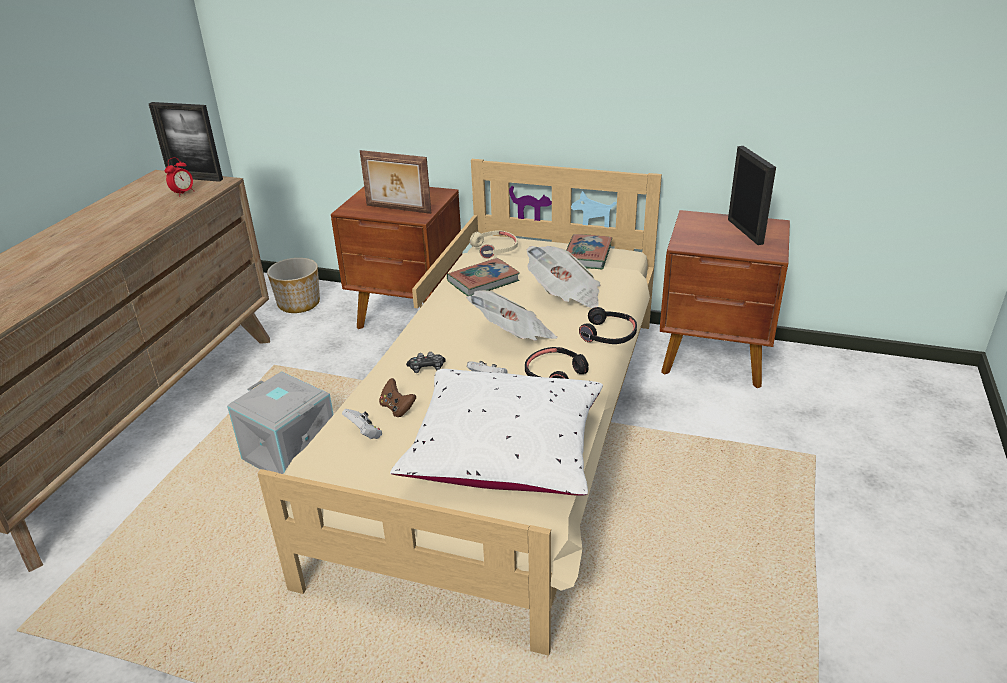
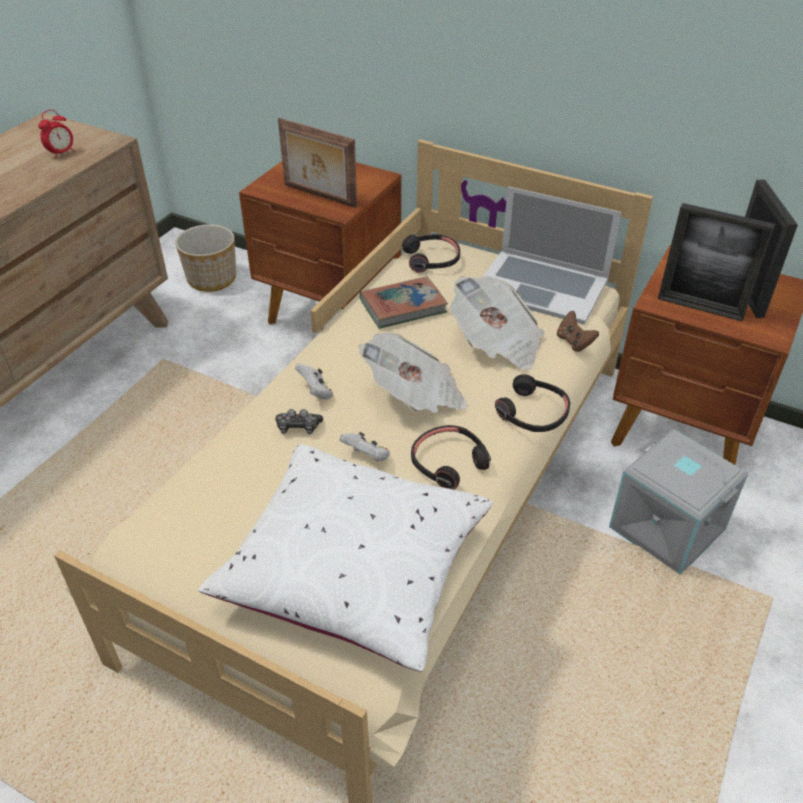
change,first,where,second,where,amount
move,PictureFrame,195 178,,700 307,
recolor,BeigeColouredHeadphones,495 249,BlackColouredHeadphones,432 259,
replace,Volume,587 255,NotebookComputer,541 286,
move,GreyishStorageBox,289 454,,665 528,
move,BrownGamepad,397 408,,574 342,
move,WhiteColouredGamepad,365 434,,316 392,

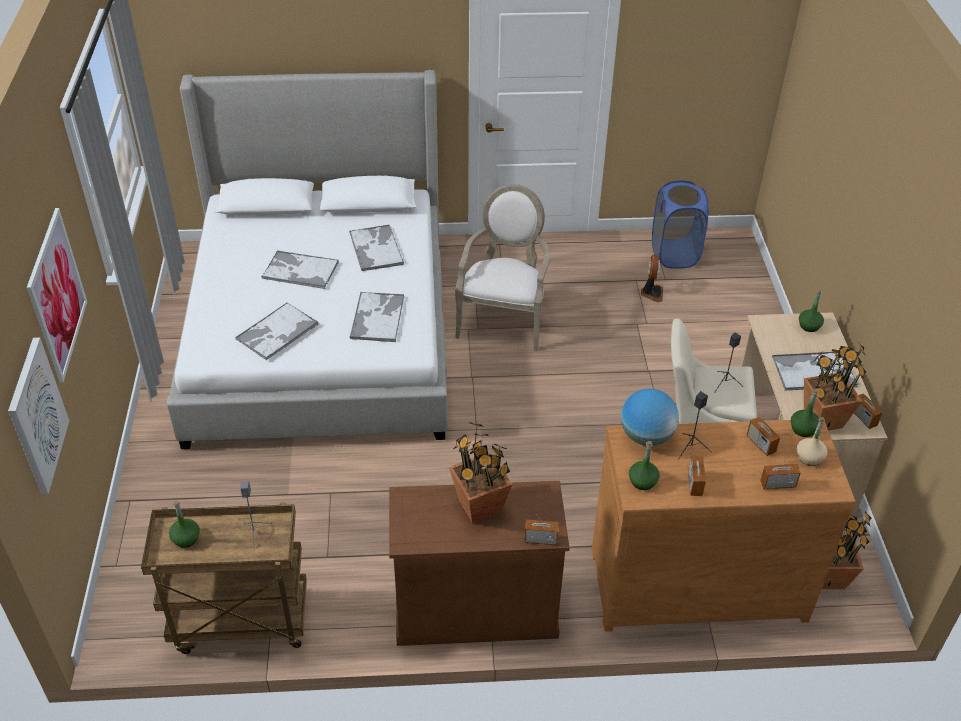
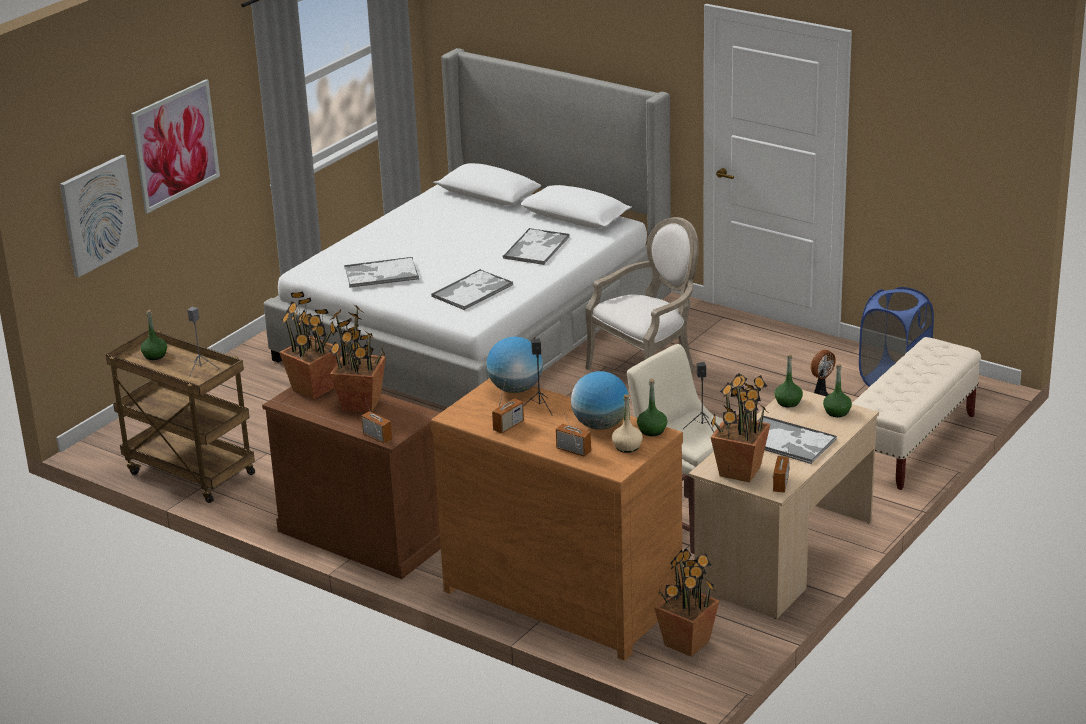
change,first,where,second,where,amount
delete,CarryingTray,300 270,,,
replace,Radio,760 444,DeskGlobe,600 425,
move,GreenDrinkBottle,642 481,,788 402,
insert,,,Houseplant,314 389,
insert,,,BeigeColouredIndoorBench,910 444,

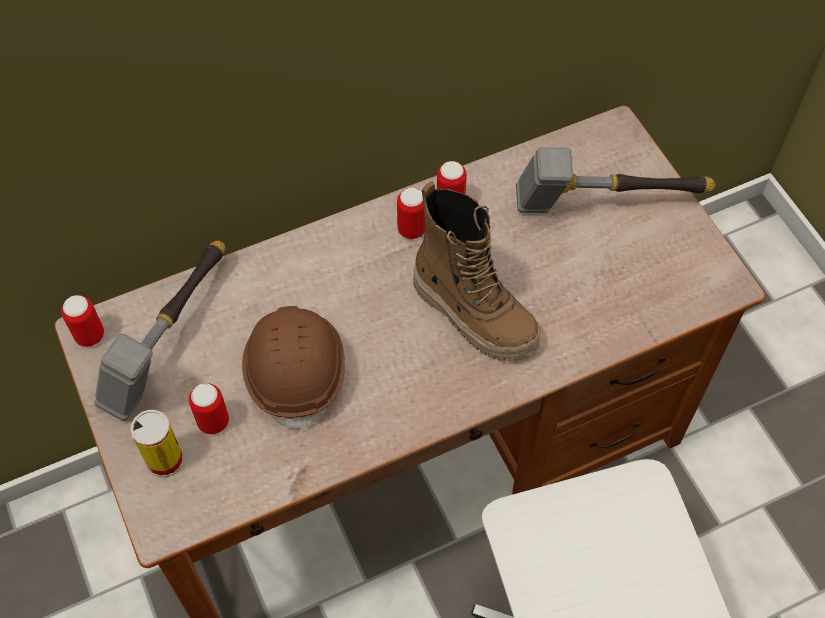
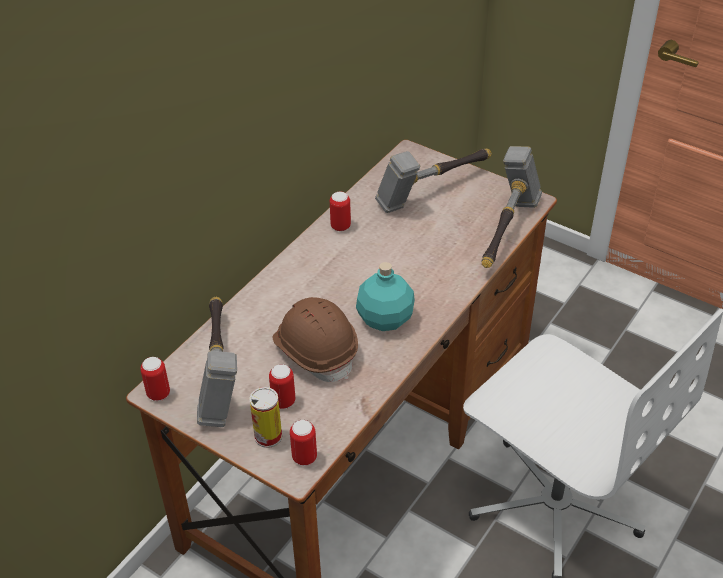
change,first,where,second,where,amount
delete,Boot,474 313,,,
move,MetalCan,411 229,,304 457,
insert,,,ToolHammer,506 232,
insert,,,TurquoiseDrinkBottle,385 318,

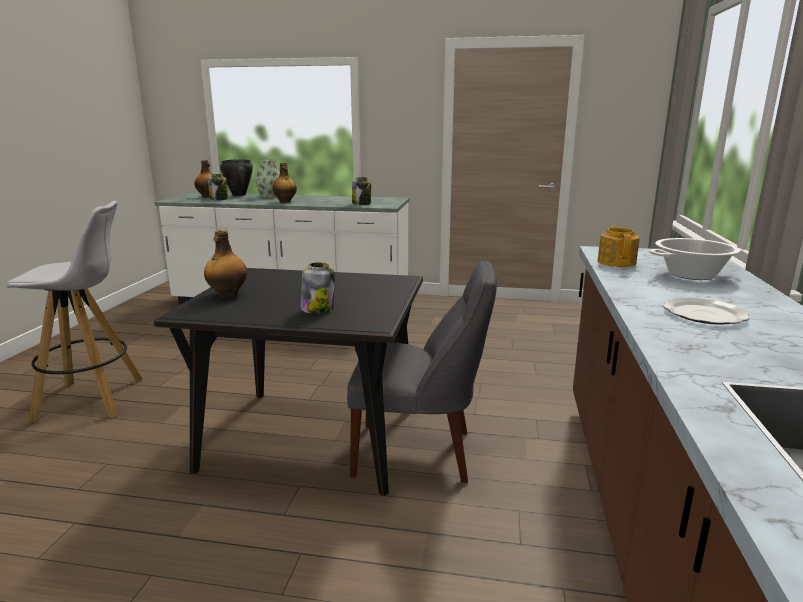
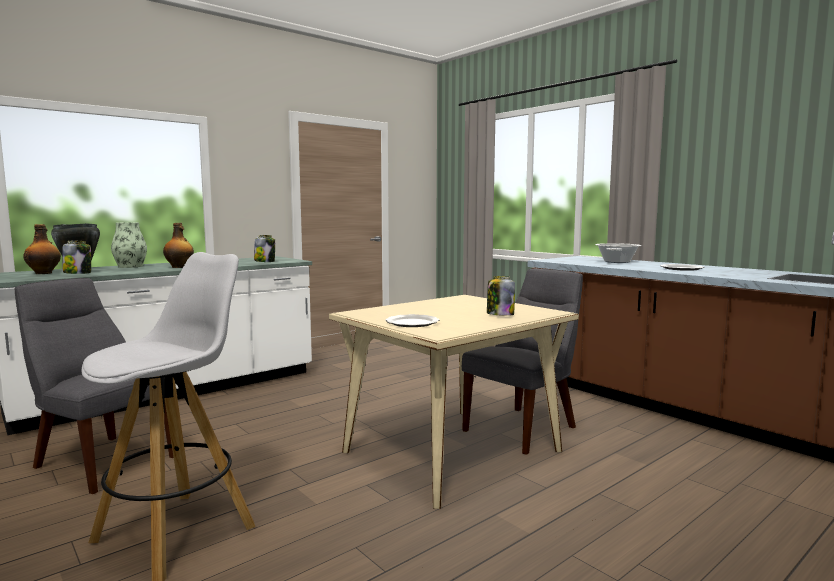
change,first,where,second,where,amount
delete,PotForTea,616 262,,,
replace,DrinkBottle,227 294,DinnerPlate,411 323,
recolor,BlackColouredKitchenTable,311 437,BeigeColouredKitchenTable,451 451,
insert,,,GreyishPlainChair,101 461,

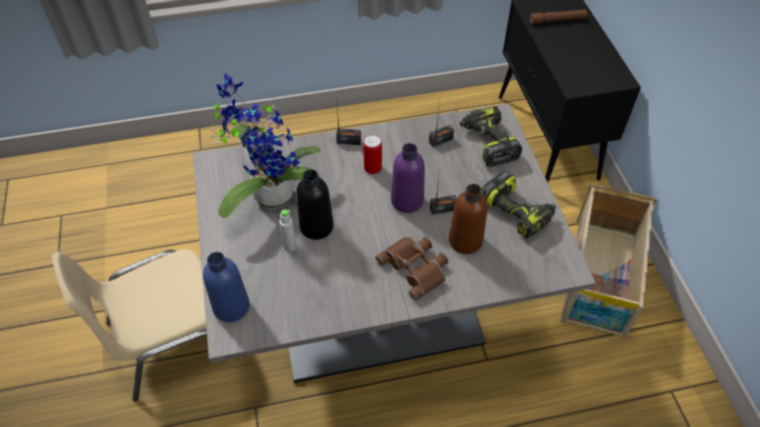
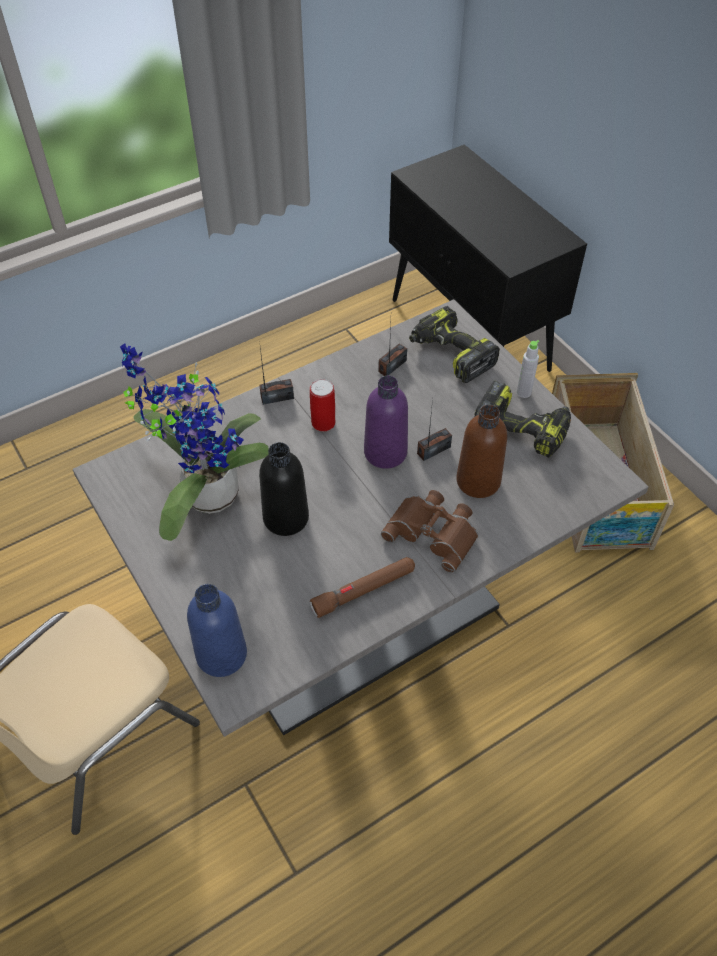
change,first,where,second,where,amount
move,BrownFlashlight,558 20,,364 590,
move,GreyishDrinkBottle,290 246,,523 392,

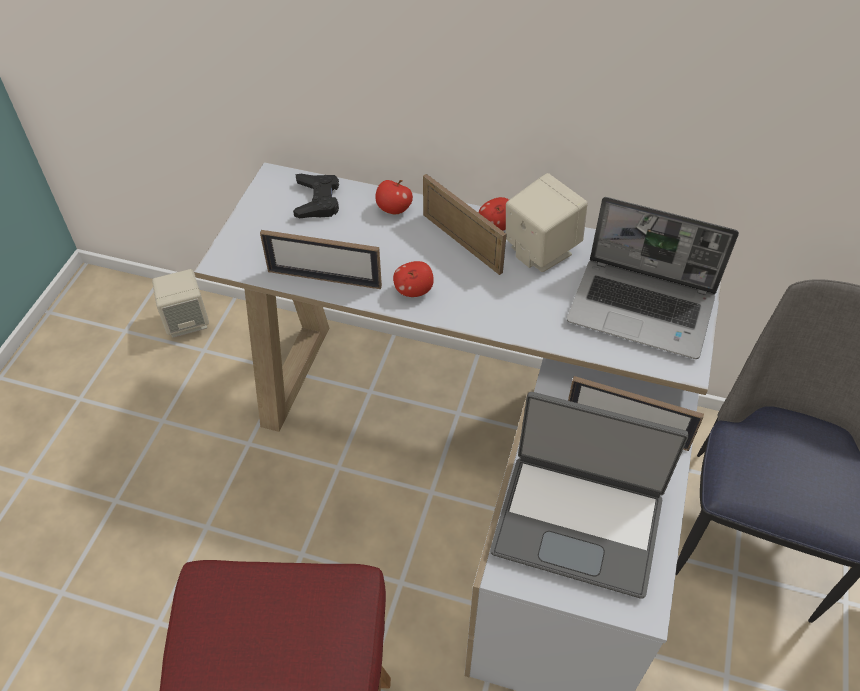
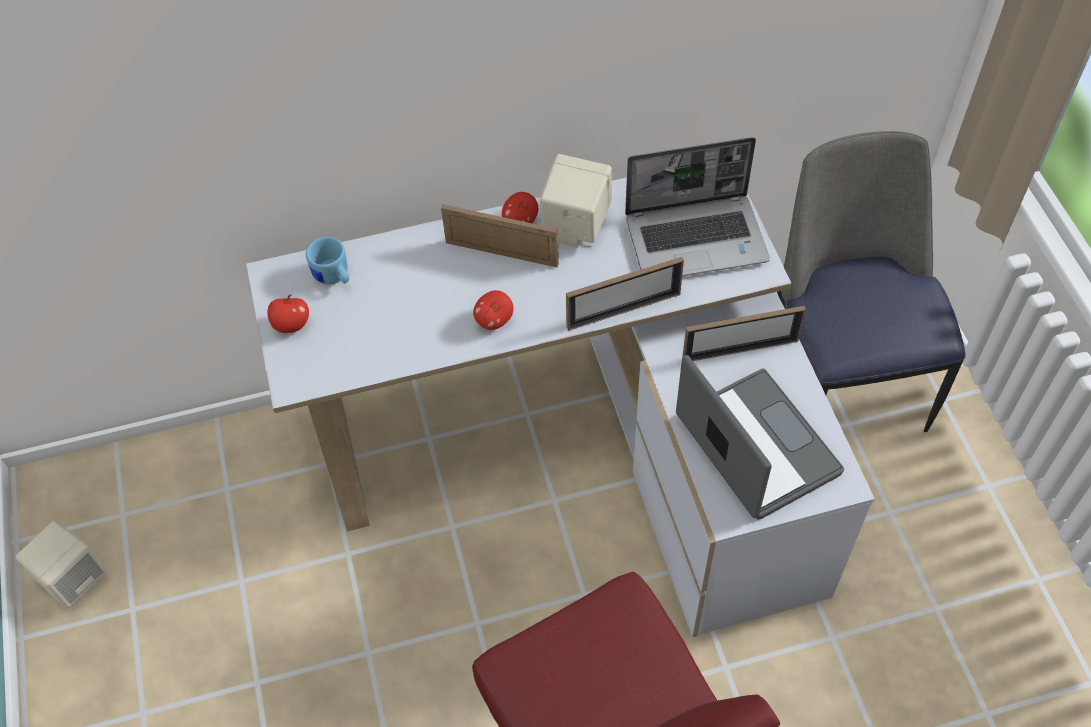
change,first,where,second,where,amount
replace,BlackColouredGamepad,317 200,BluishCoffeeMug,334 277,
move,WholeApple,394 209,,291 325,
move,PictureFrame,324 278,,623 310,
move,BeigeColouredAudioSpeaker,187 321,,74 579,
rotate,NotebookComputer,578 522,,754 446,105 degrees counterclockwise

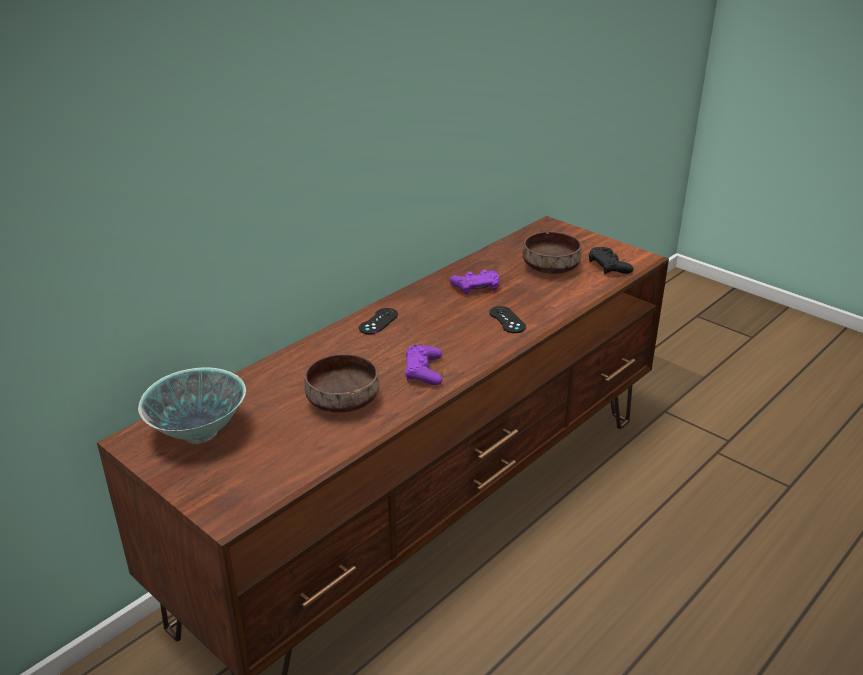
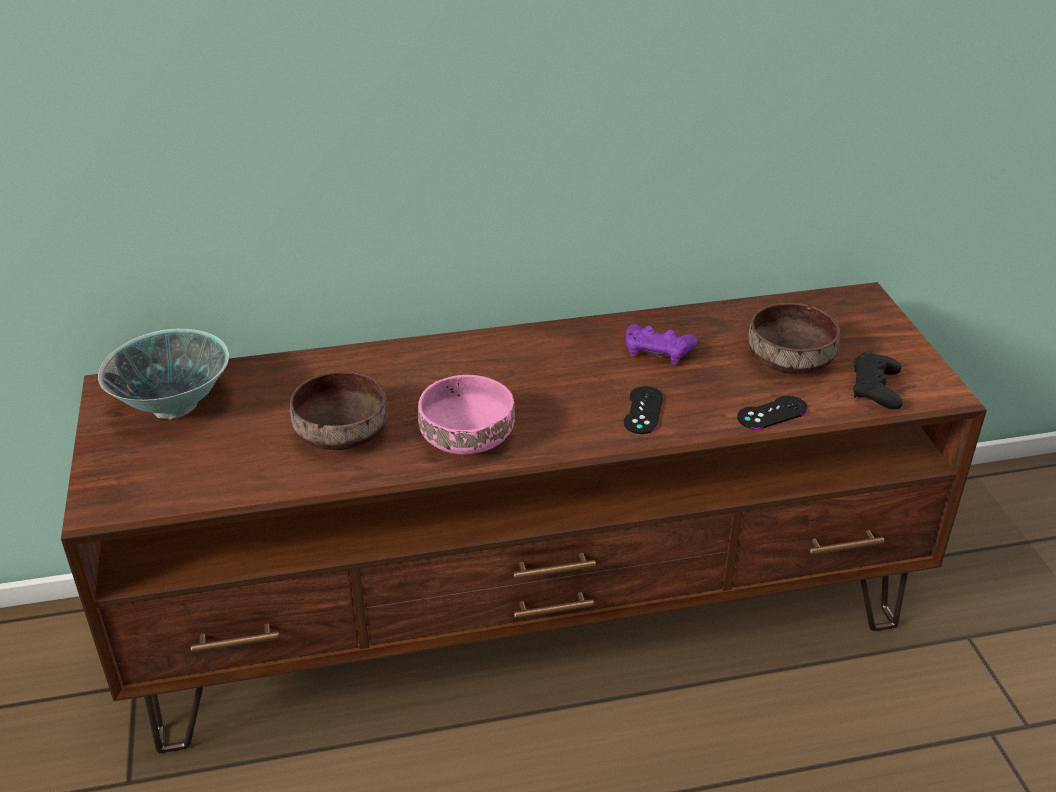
change,first,where,second,where,amount
move,BlackColouredGamepad,378 321,,772 413,
replace,PurplishGamepad,423 371,PinkColouredServingBowl,467 435,

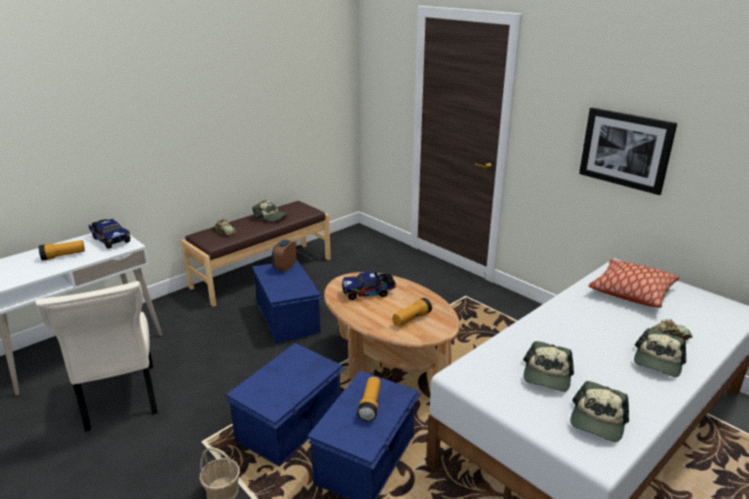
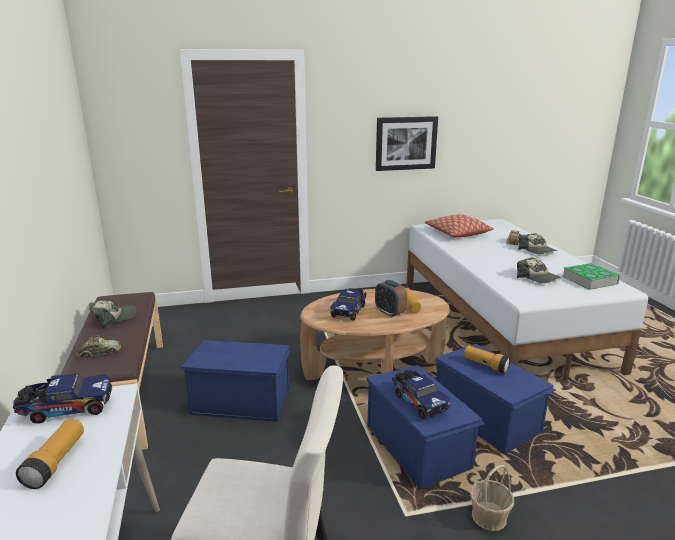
change,first,where,second,where,amount
move,AlarmClock,285 267,,390 312,
replace,PeakedCap,597 421,Volume,589 280,
insert,,,ModelTruck,418 401,

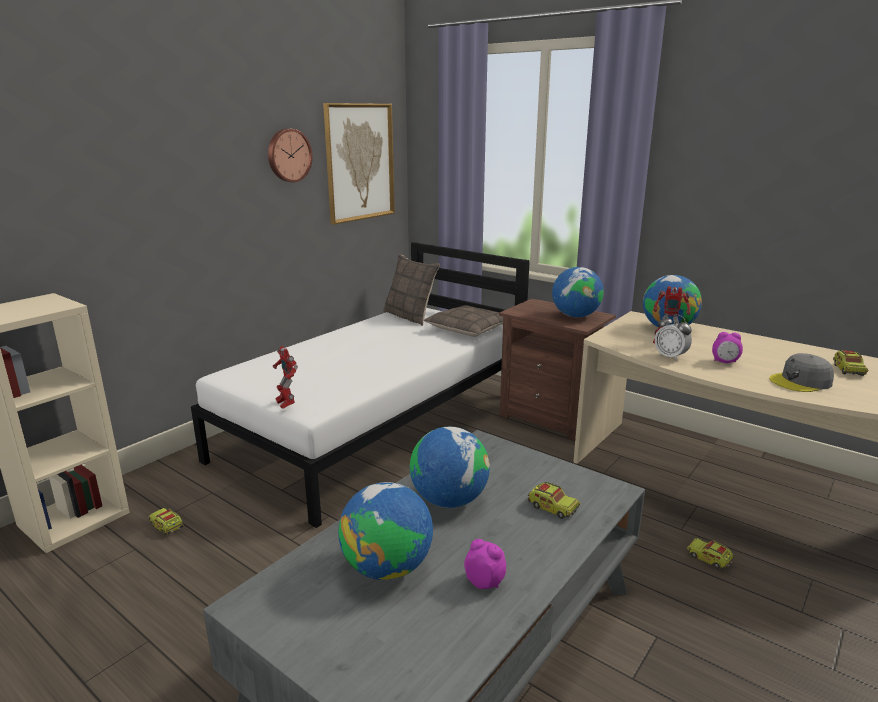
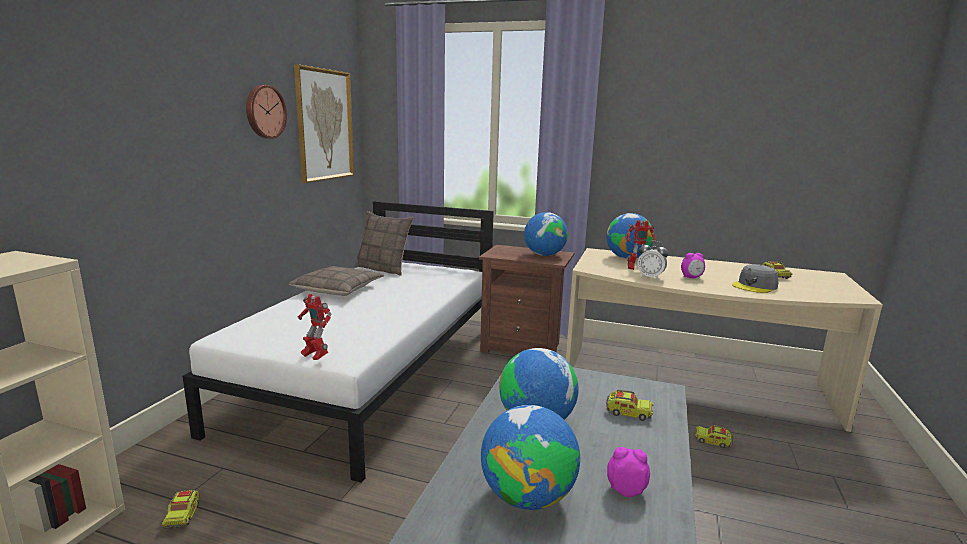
change,first,where,second,where,amount
move,Cushion,469 329,,338 289,
rotate,ModelTruck,167 526,,182 515,120 degrees counterclockwise

